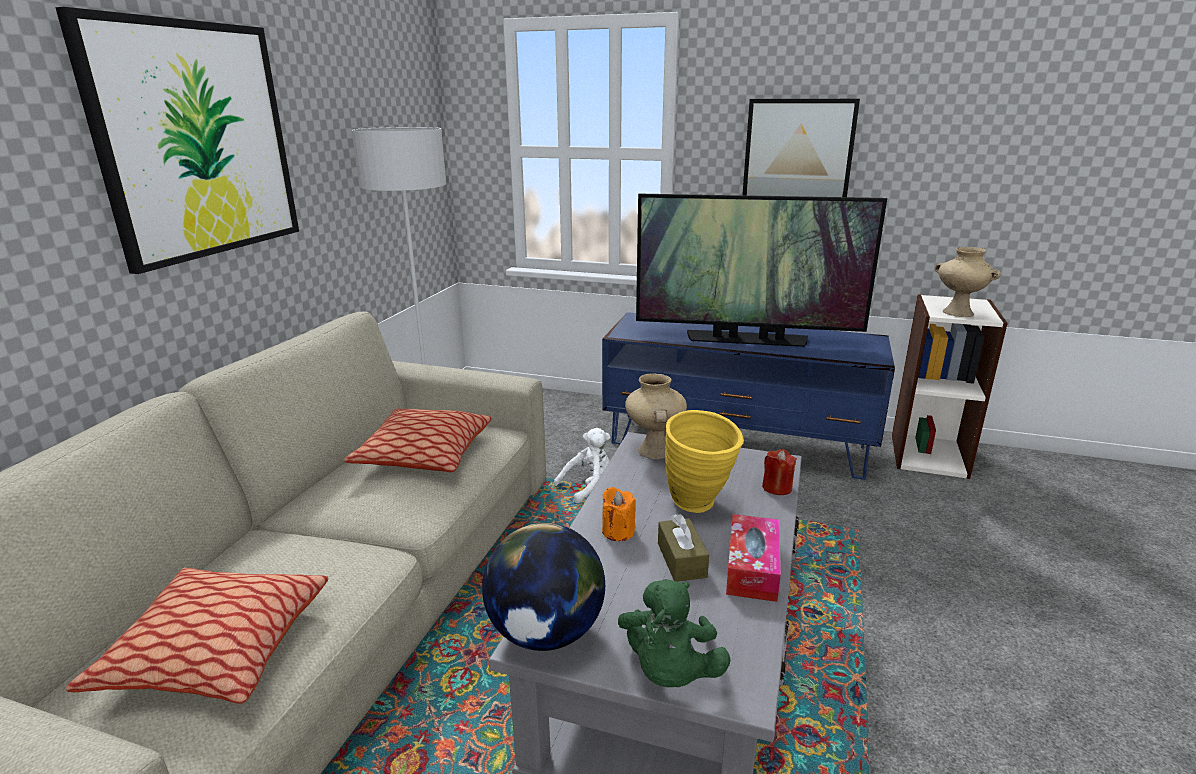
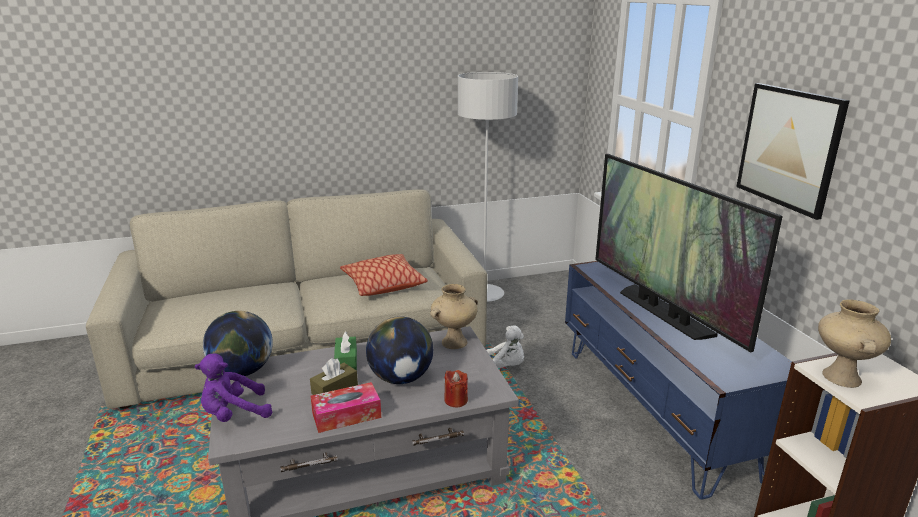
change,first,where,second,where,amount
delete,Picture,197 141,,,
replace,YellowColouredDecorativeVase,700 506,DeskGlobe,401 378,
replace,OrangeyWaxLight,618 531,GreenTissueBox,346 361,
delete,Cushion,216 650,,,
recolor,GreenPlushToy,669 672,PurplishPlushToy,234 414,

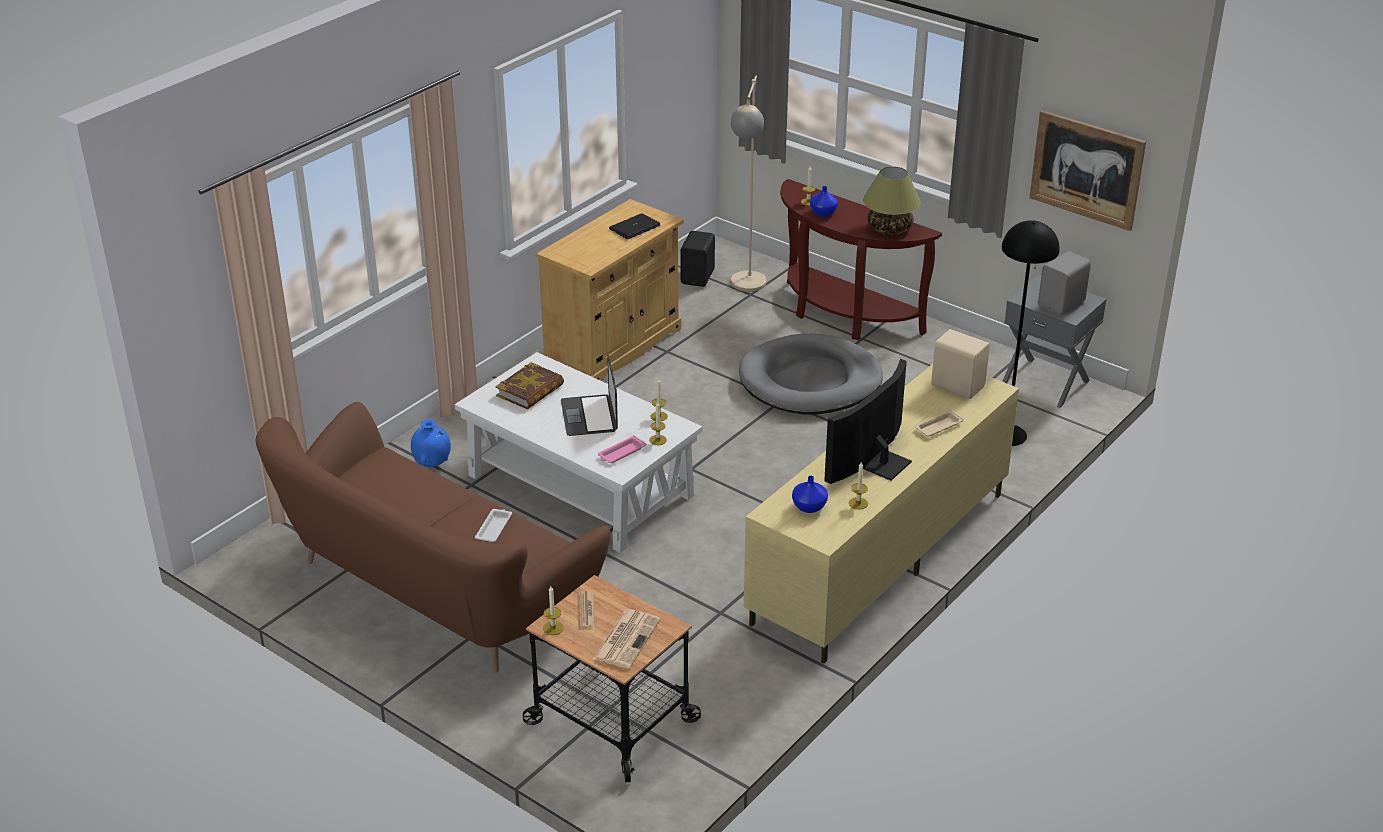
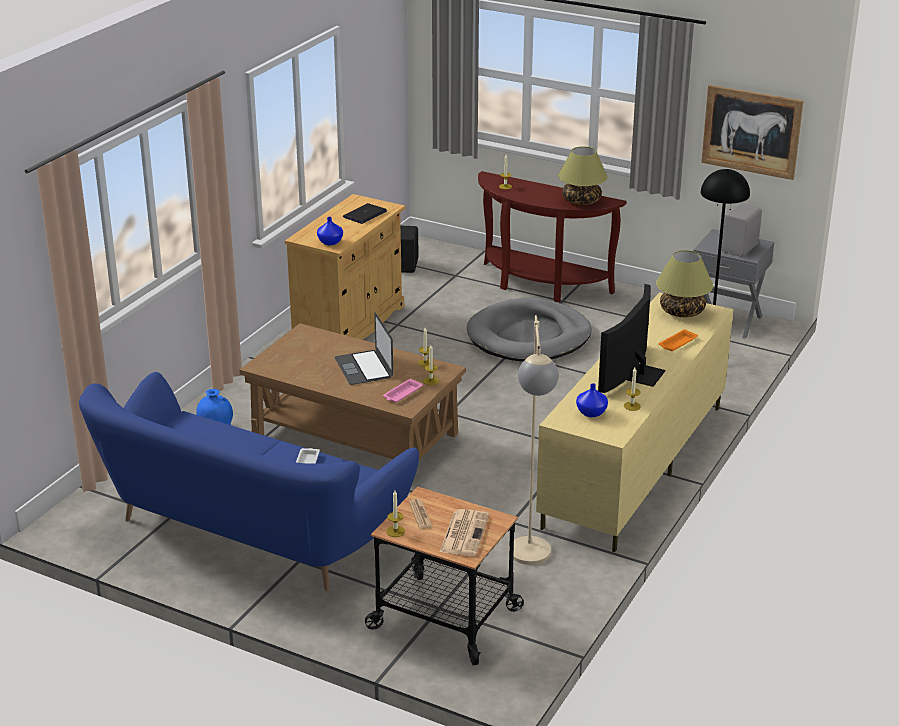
change,first,where,second,where,amount
move,BeigeColouredFloorLamp,746 289,,530 561,
move,BluishDecorativeVase,823 212,,330 242,
replace,BeigeColouredAudioSpeaker,957 385,LampForATable,681 311,
recolor,WhiteColouredLowTable,579 485,BrownLowTable,354 435,
delete,Volume,530 391,,,
recolor,BrownSettee,433 590,BluishSettee,248 531,
recolor,BeigeColouredCarryingTray,938 427,OrangeyCarryingTray,677 343,

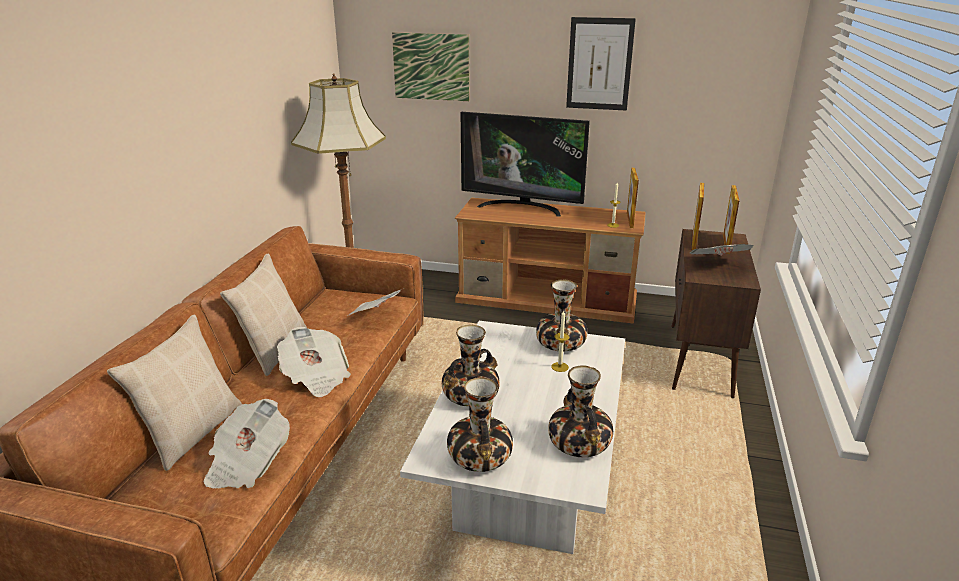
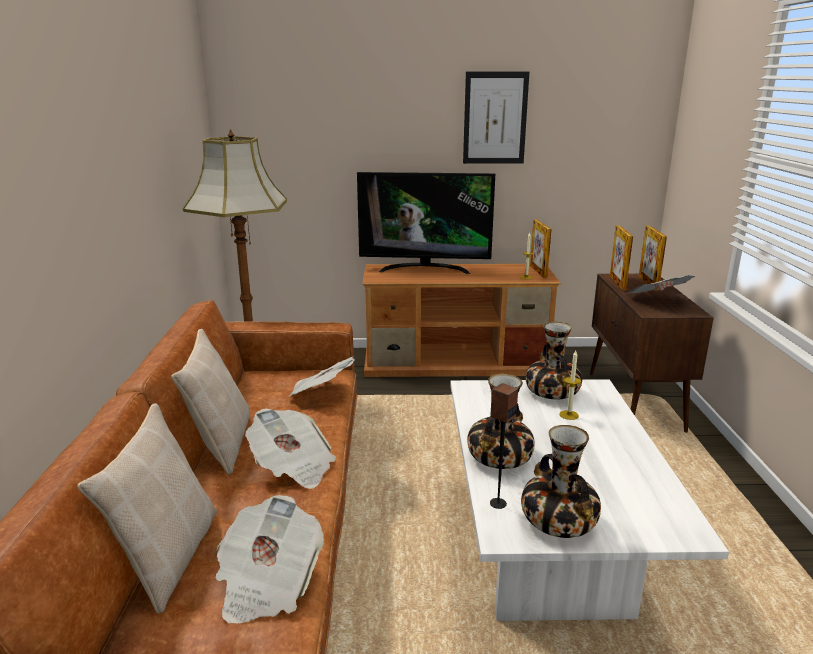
change,first,where,second,where,amount
delete,Picture,431 67,,,
delete,DecorativeVase,579 444,,,
insert,,,AudioSpeaker,497 503,

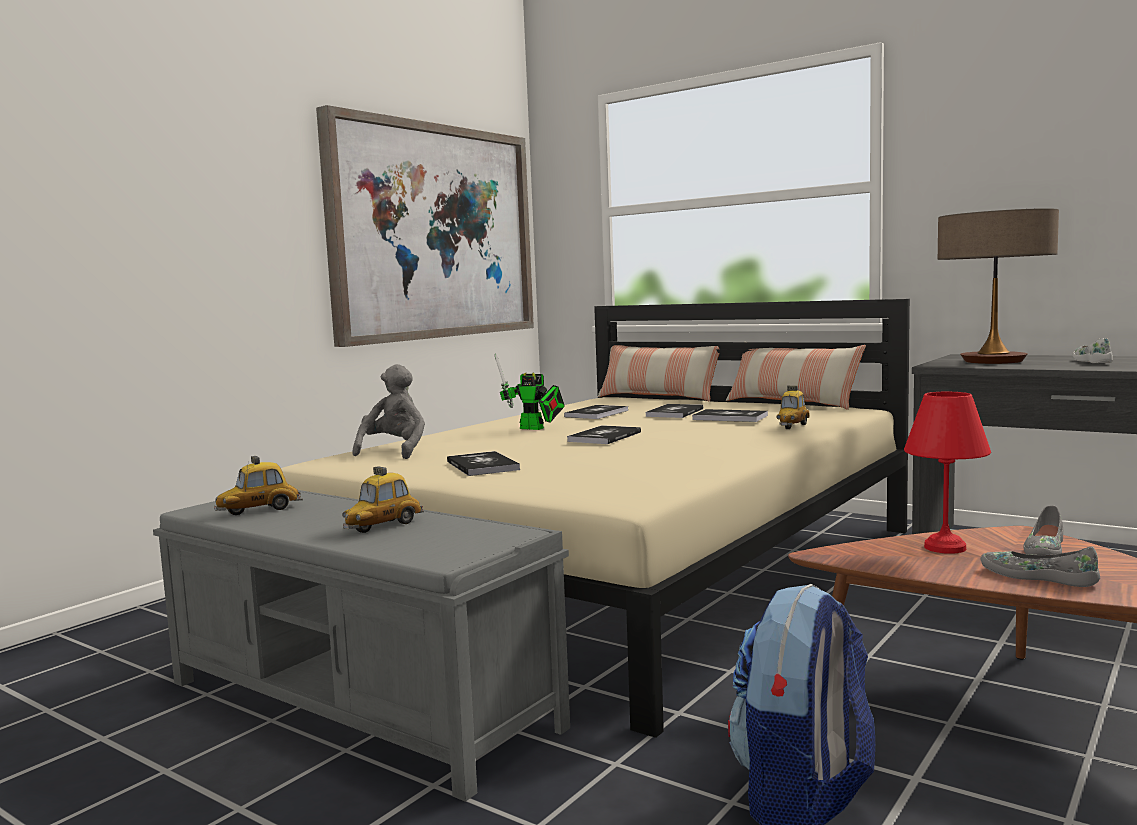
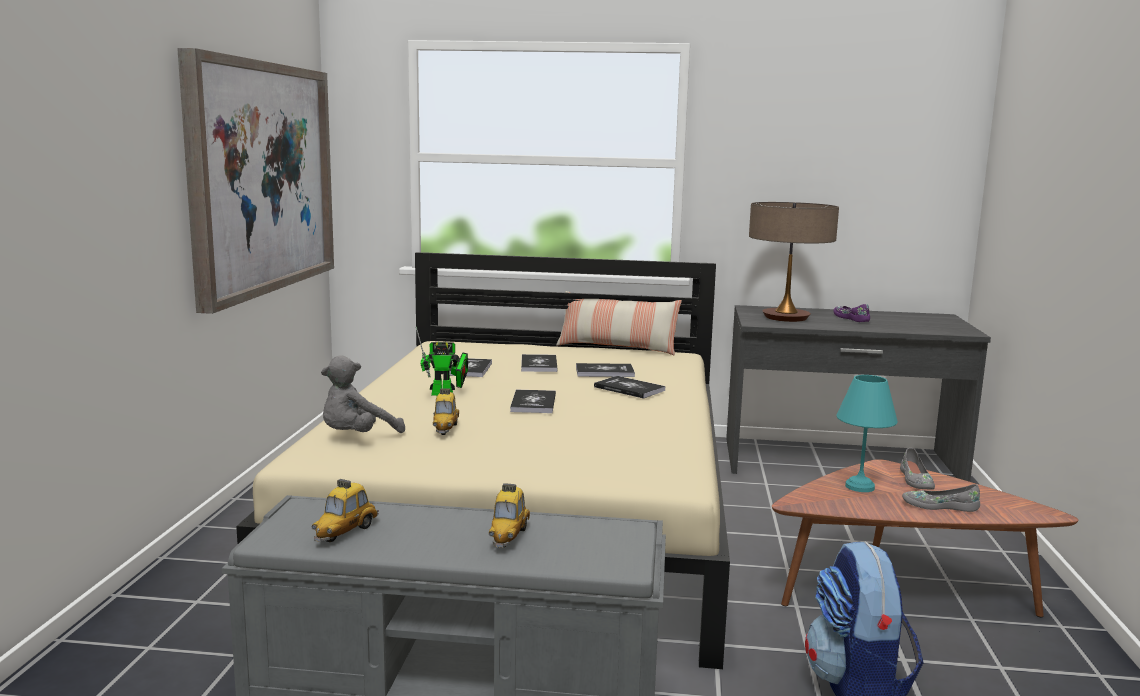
change,first,where,second,where,amount
recolor,WhiteColouredShoe,1092 361,PurplishShoe,851 318,
delete,Cushion,658 397,,,
rotate,GreyishPlushToy,394 451,,357 437,120 degrees counterclockwise
move,ToyCar,792 426,,445 429,
recolor,RedColouredLampForATable,947 548,TurquoiseLampForATable,861 487,
move,Volume,482 466,,629 389,

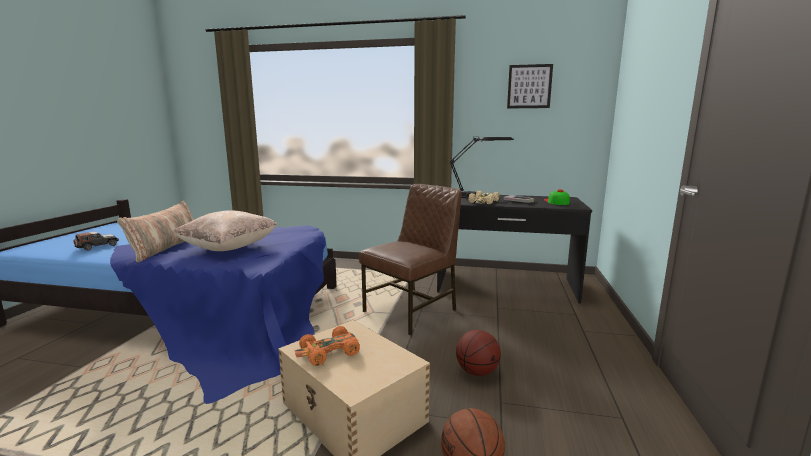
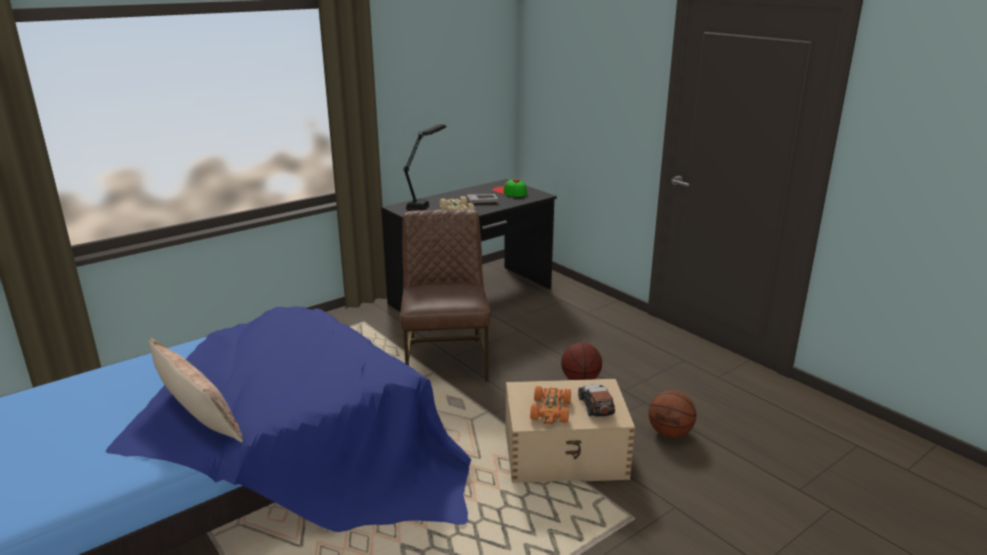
change,first,where,second,where,amount
delete,Picture,529 86,,,
delete,BeigeColouredCushion,229 248,,,
move,ToyCar,98 246,,596 406,

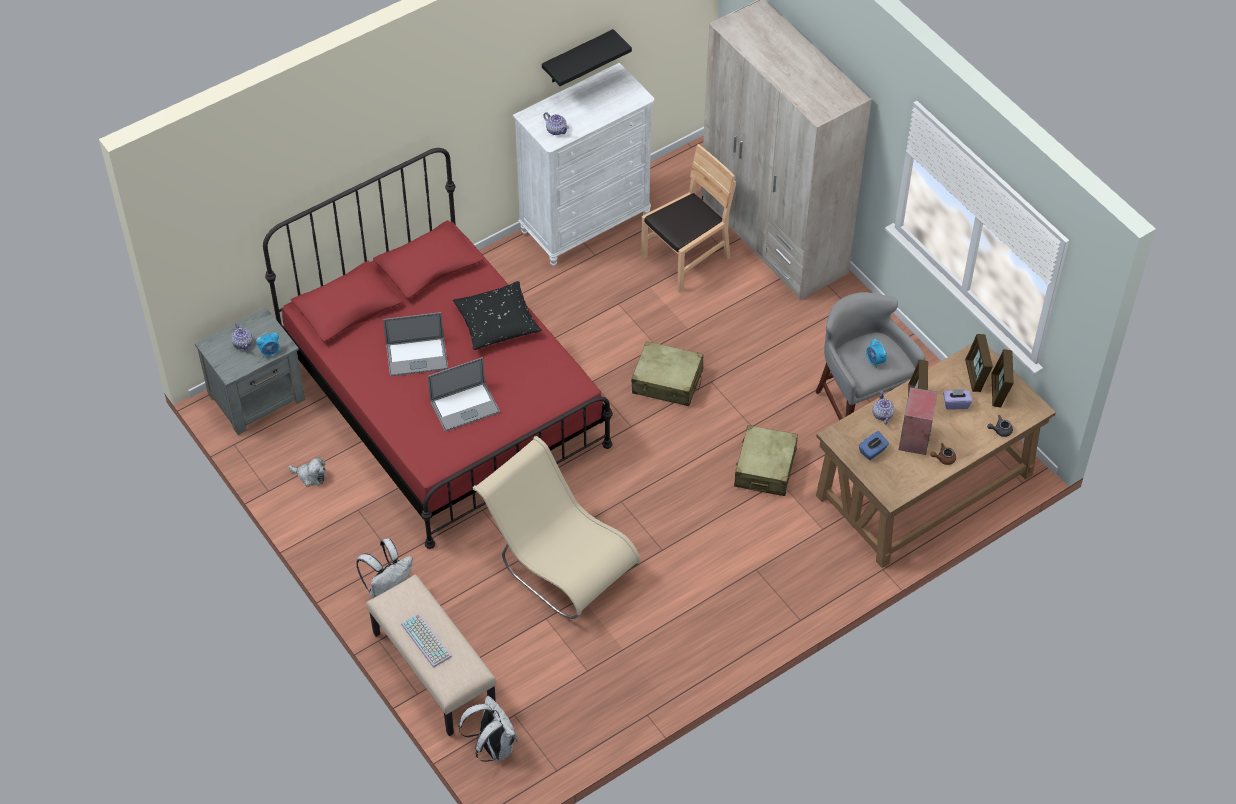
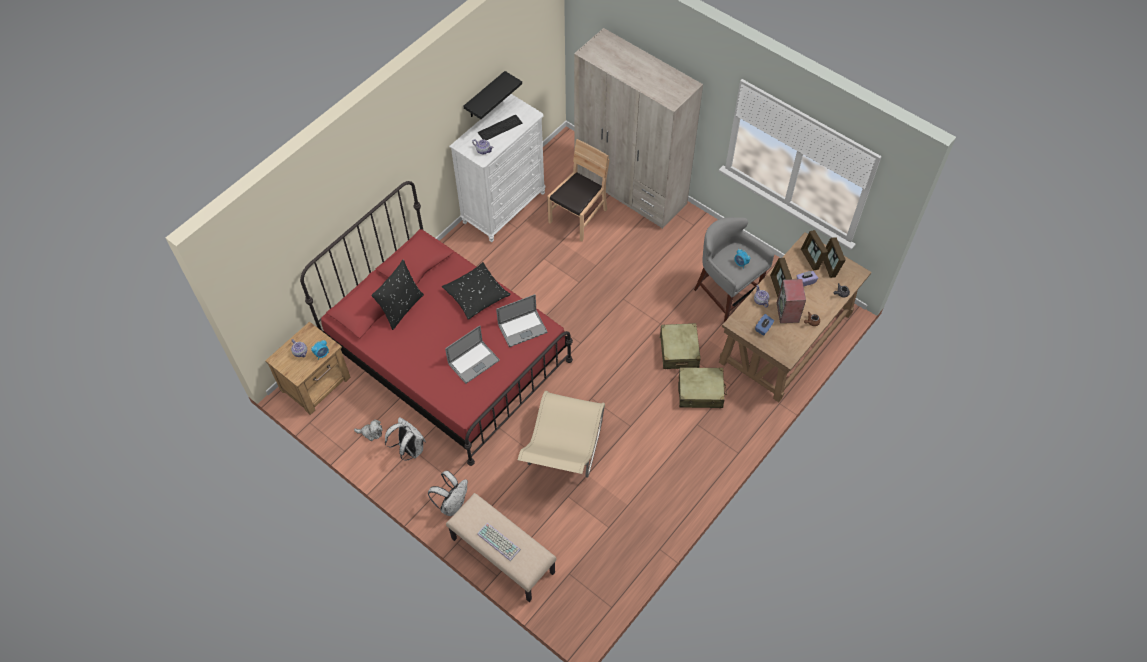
change,first,where,second,where,amount
recolor,GreyishNightTable,258 397,BrownNightTable,316 383,
move,NotebookComputer,417 357,,522 328,
move,BeigeColouredTravelCase,667 381,,700 392,
rotate,BeigeColouredPlainChair,558 562,,563 453,105 degrees counterclockwise
move,WhiteColouredRucksack,492 747,,409 449,
insert,,,ComputerKeyboard,500 127,
insert,,,BlackColouredCushion,401 308,

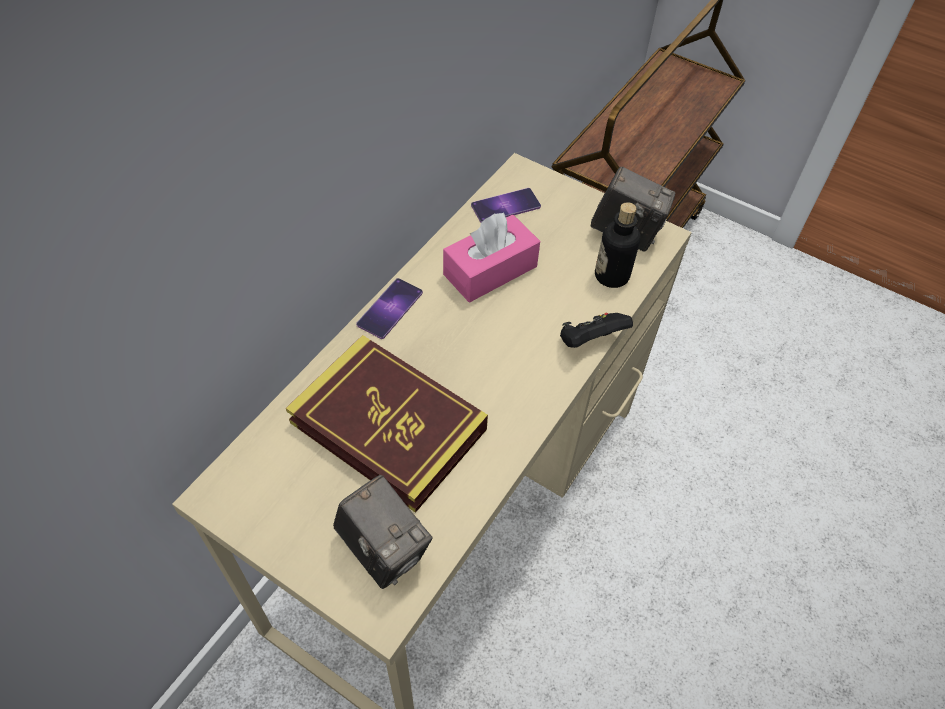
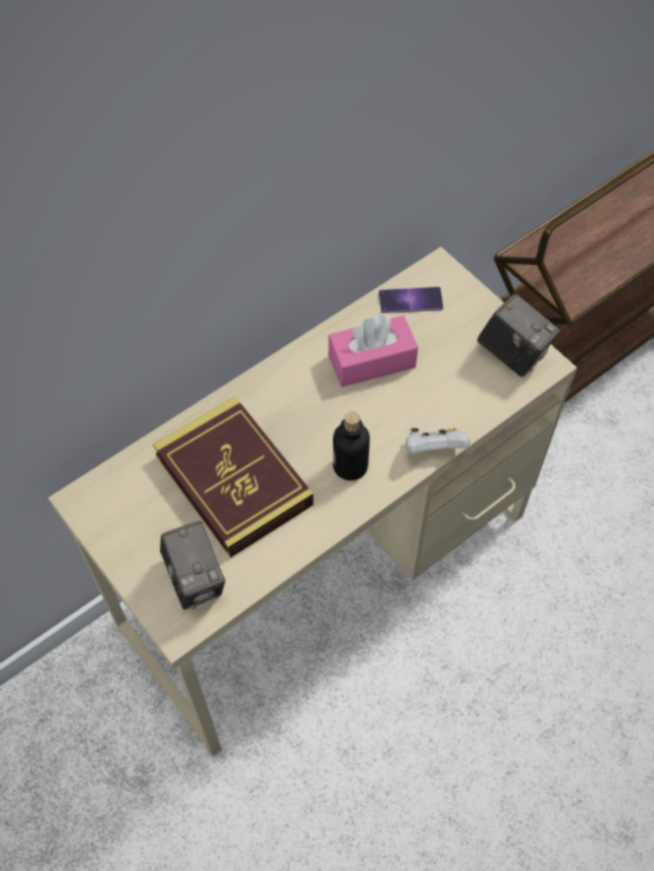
change,first,where,second,where,amount
move,DrinkBottle,611 276,,350 466,
delete,Telephone,390 308,,,
recolor,BlackColouredGamepad,590 341,WhiteColouredGamepad,434 450,

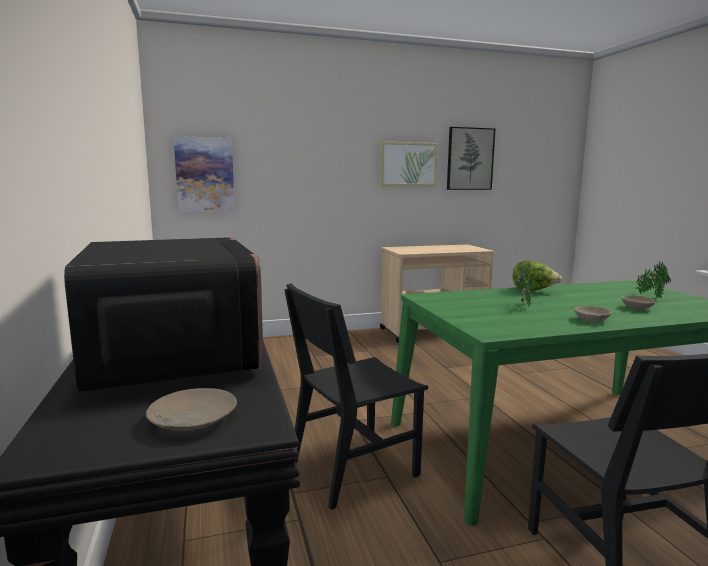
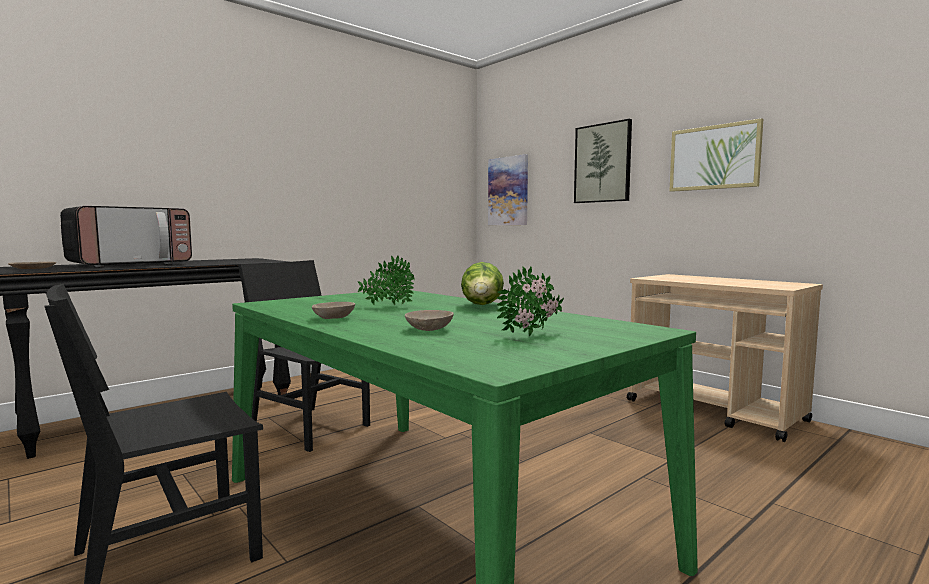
change,first,where,second,where,amount
move,Picture,470 159,,603 163,

